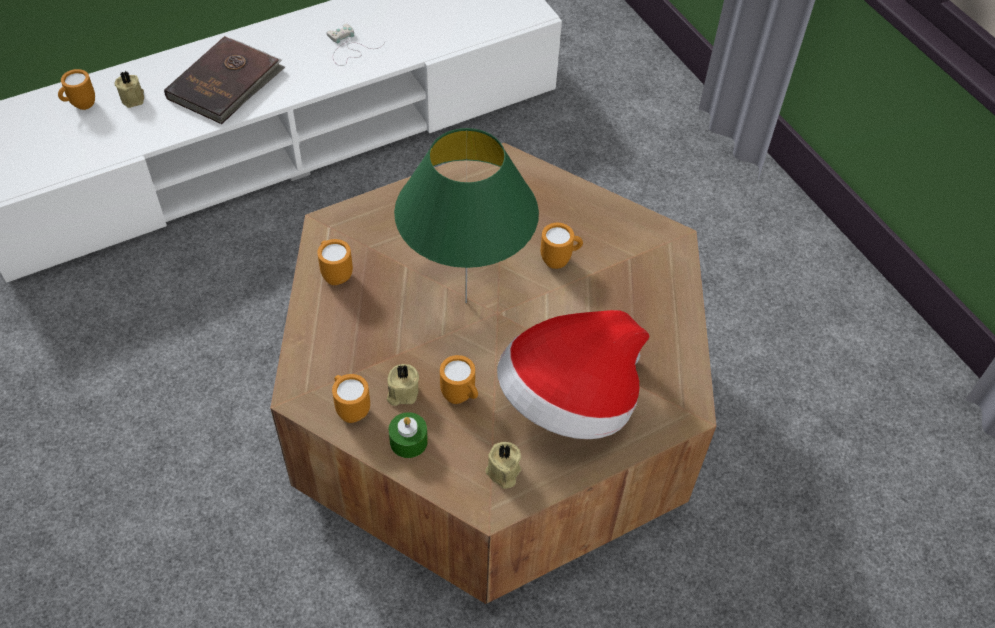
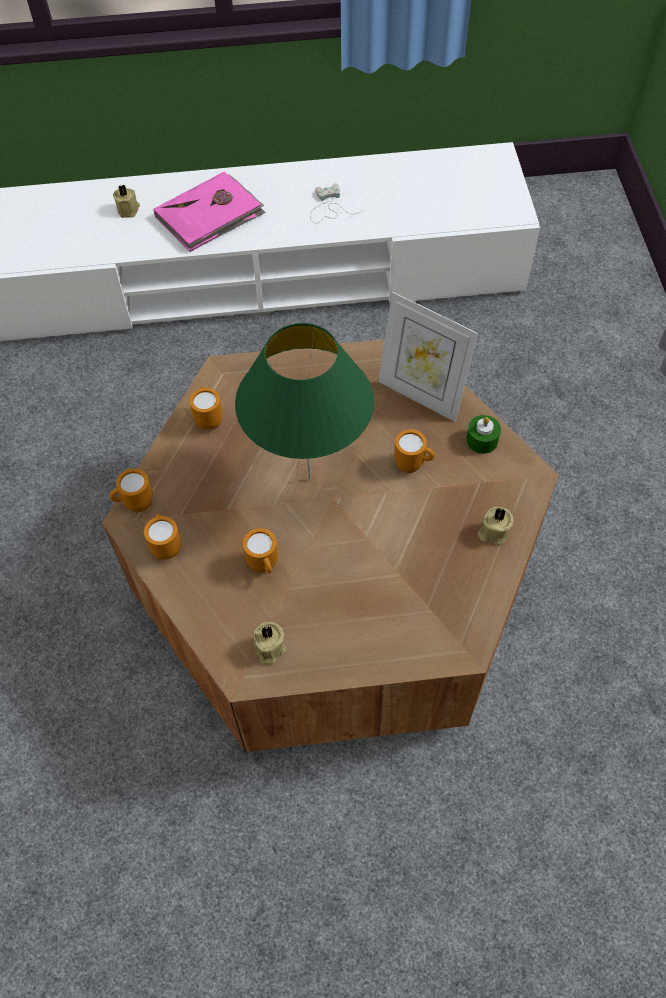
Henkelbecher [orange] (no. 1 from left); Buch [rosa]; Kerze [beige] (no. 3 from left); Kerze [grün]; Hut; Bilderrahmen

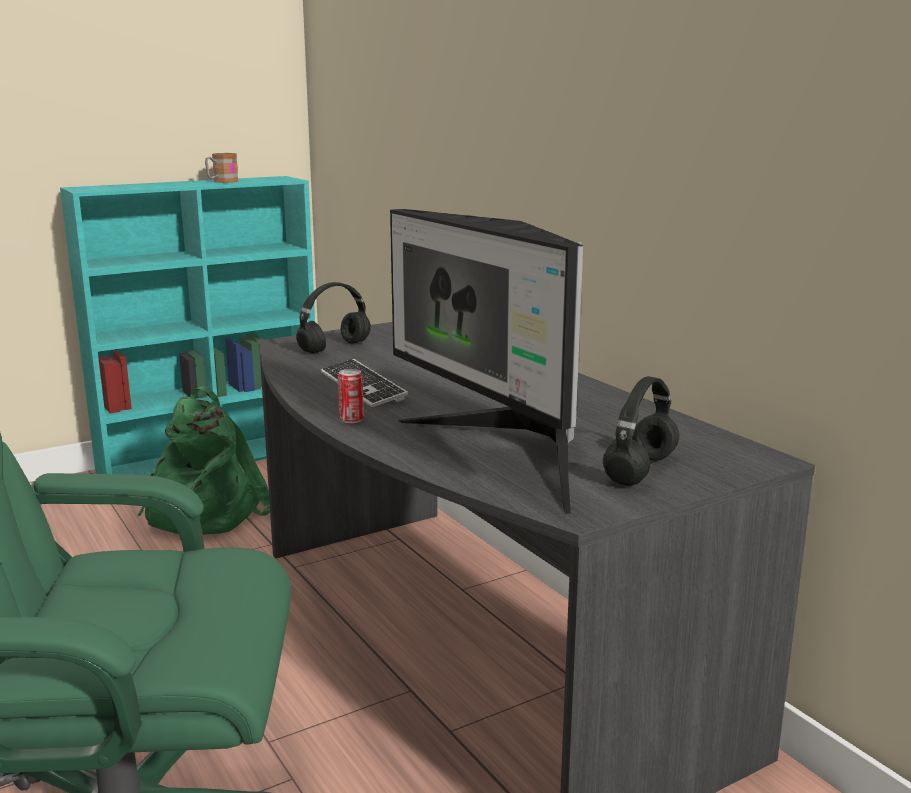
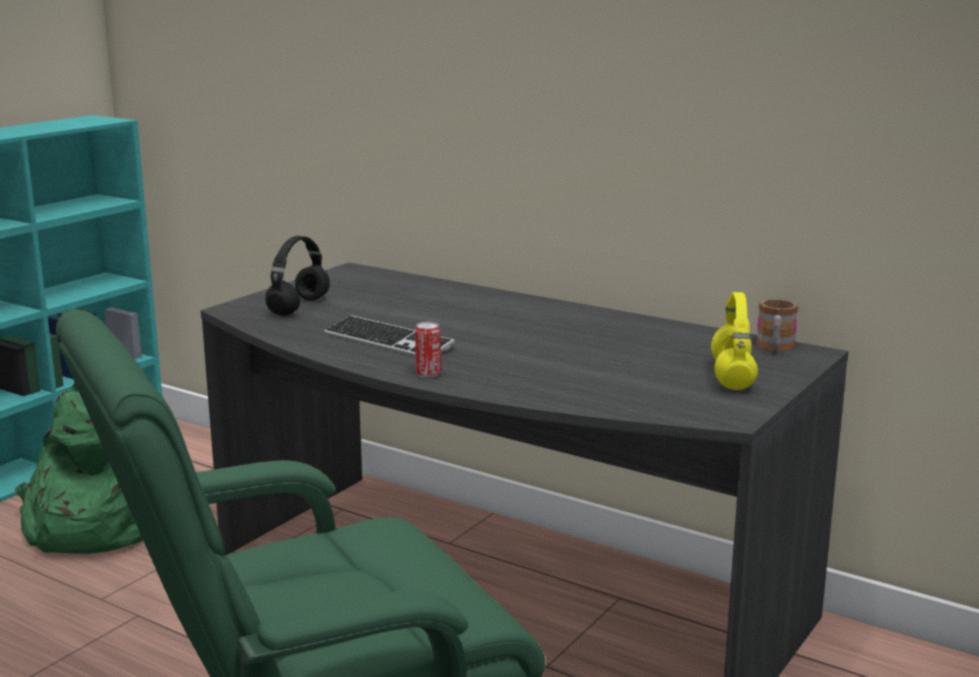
Henkelbecher; Monitor; Kopfhörer [gelb]

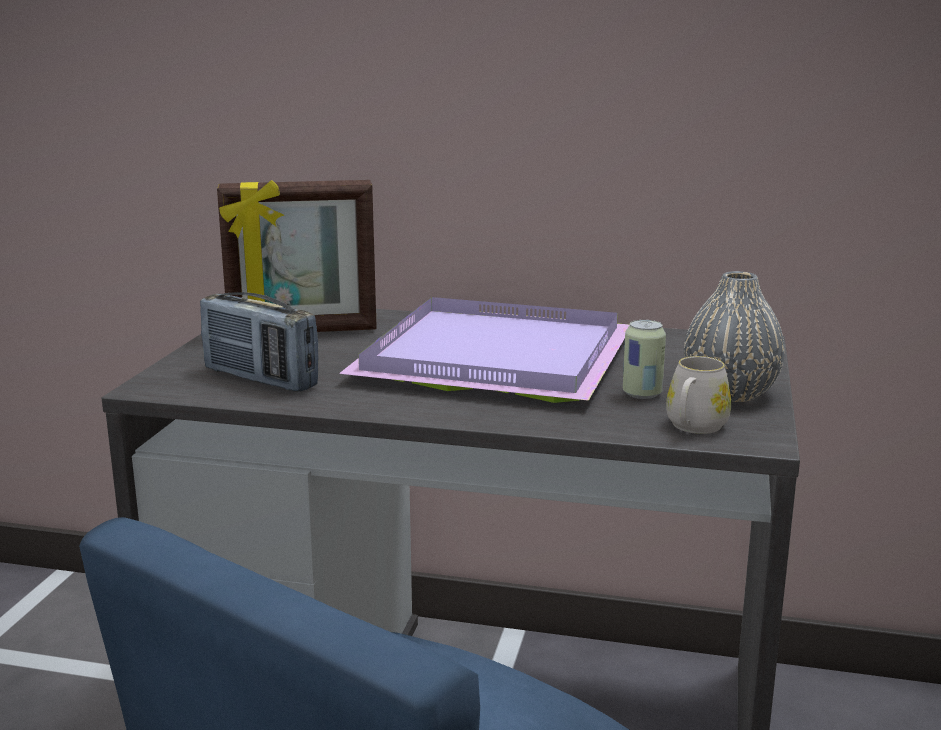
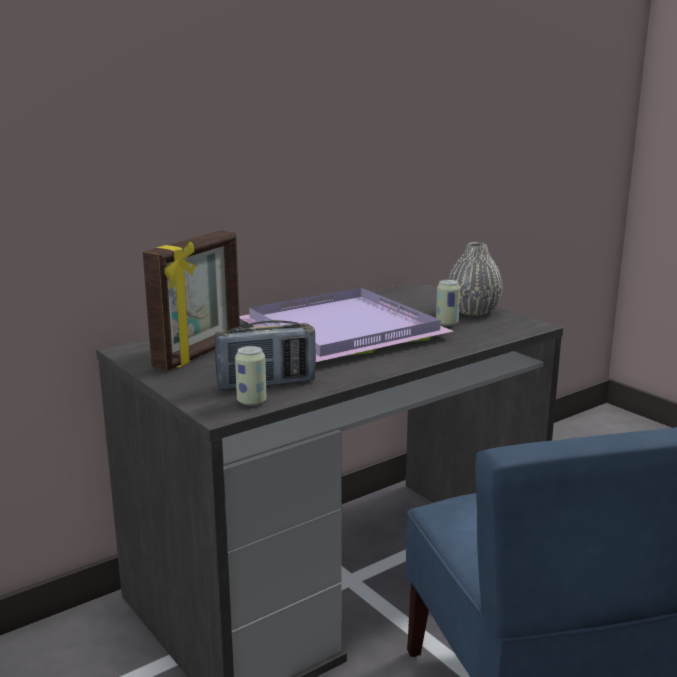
Henkelbecher [weiß]; Dose (no. 1 from left)

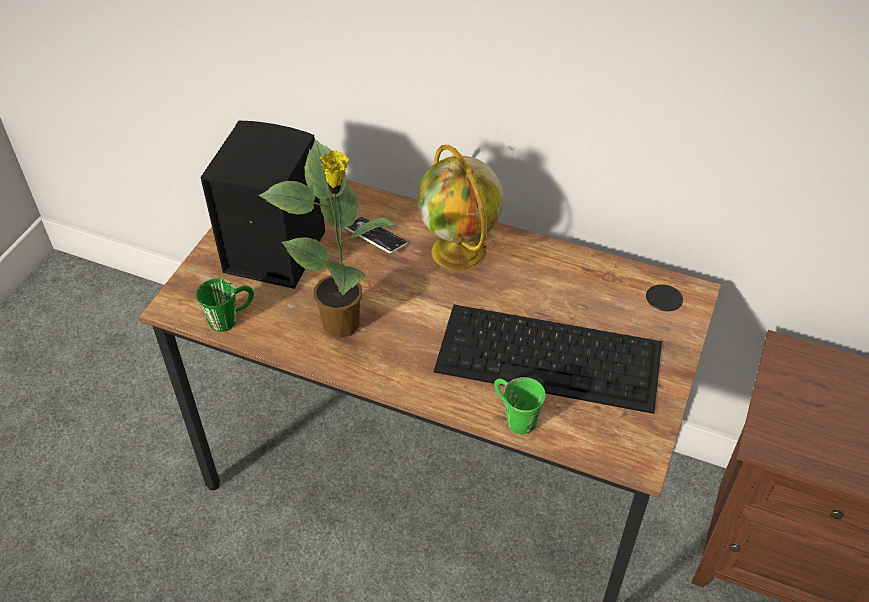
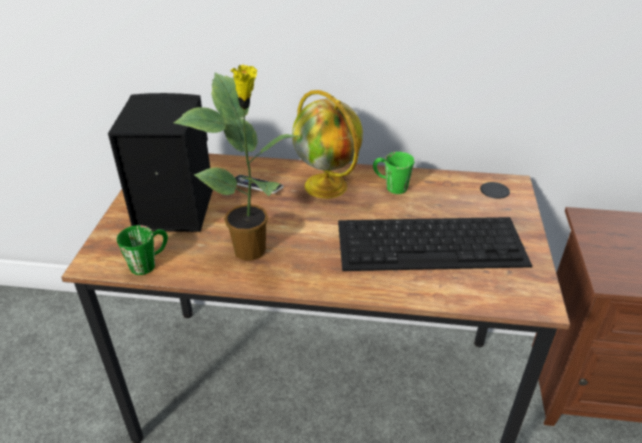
Henkelbecher [grün] (no. 2 from left)

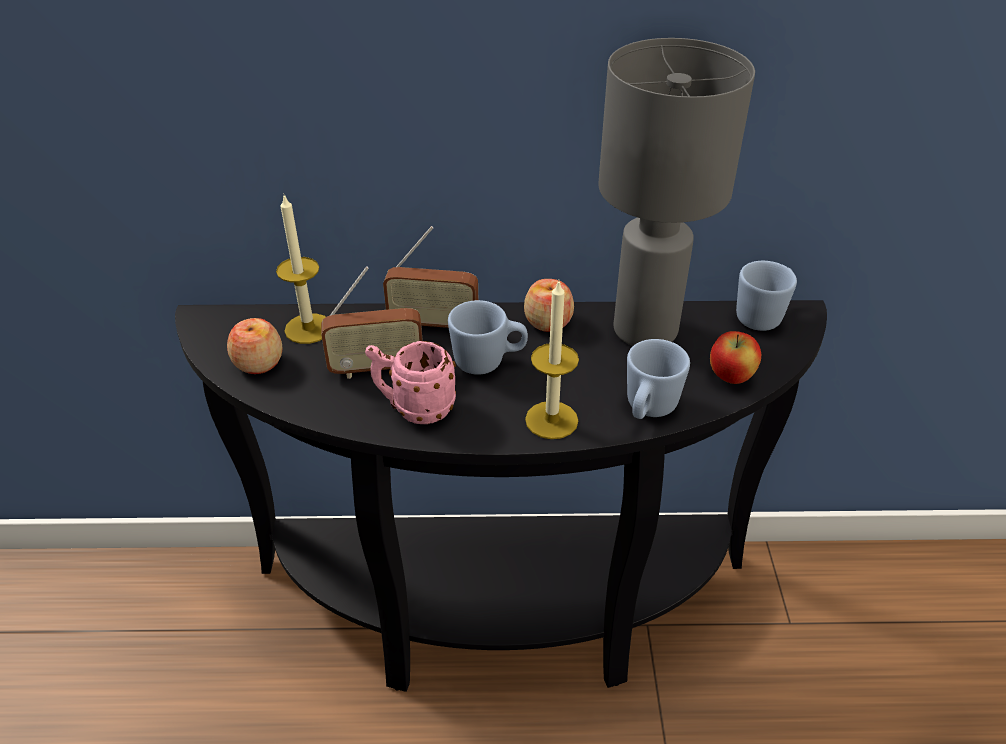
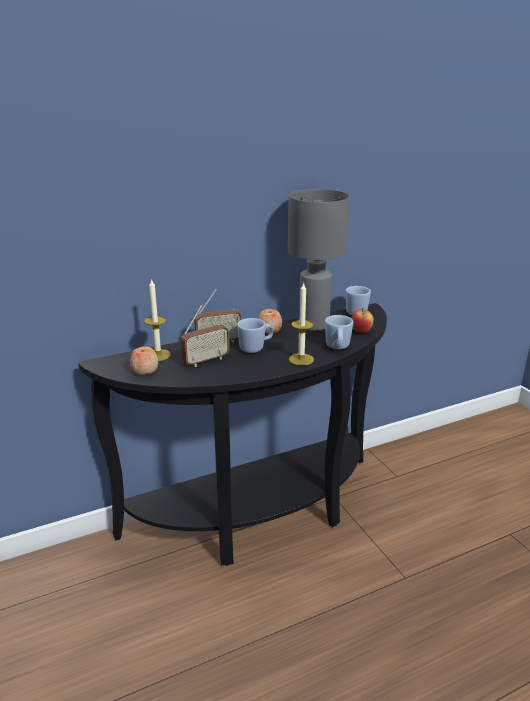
Henkelbecher [rosa]

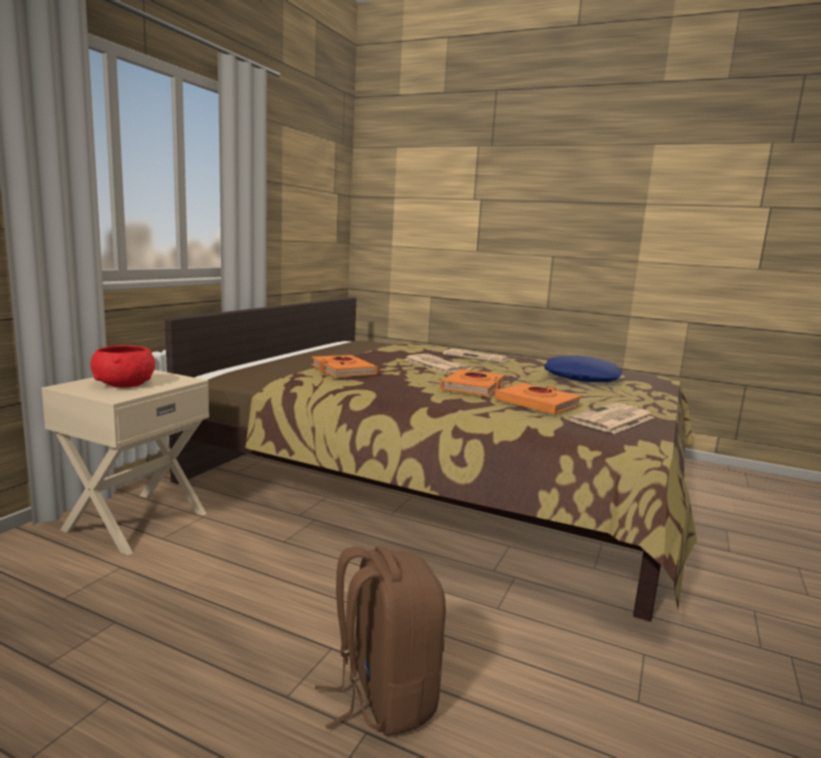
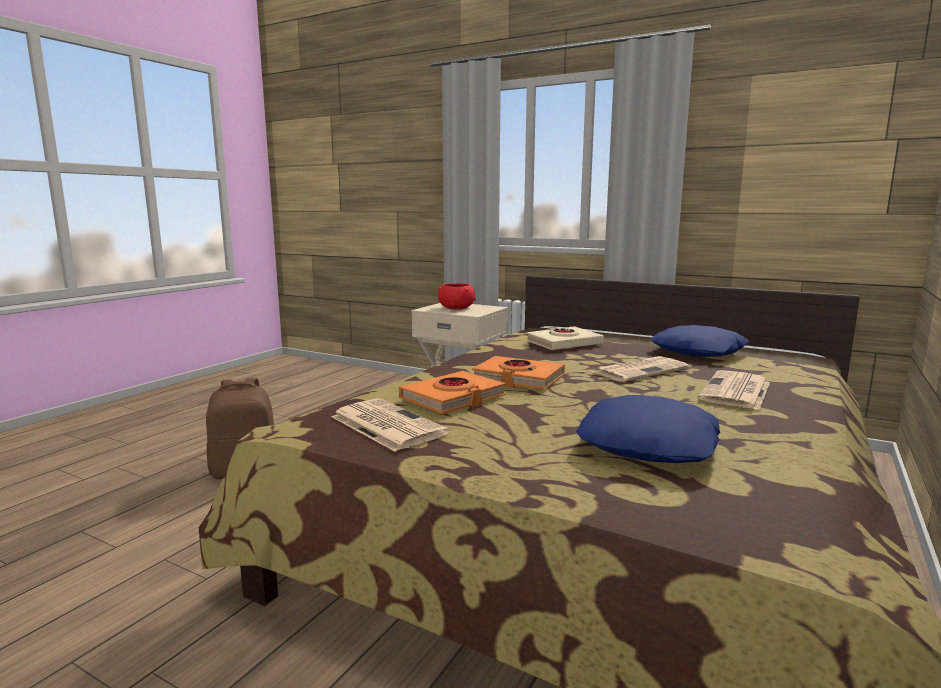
Buch [beige]; Kissen [blau] (no. 2 from left)

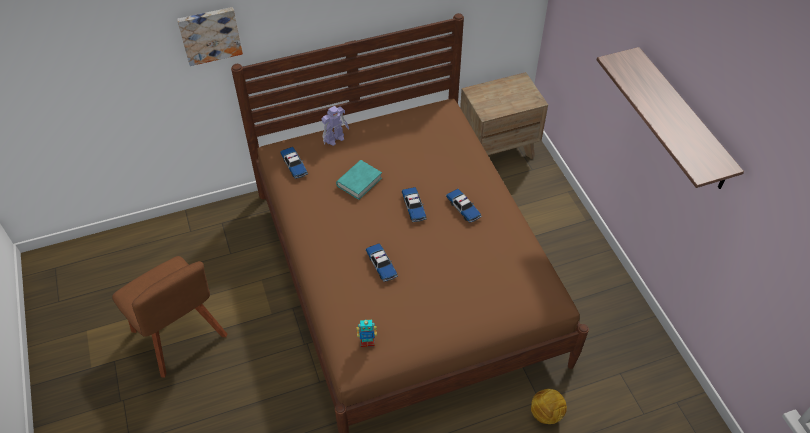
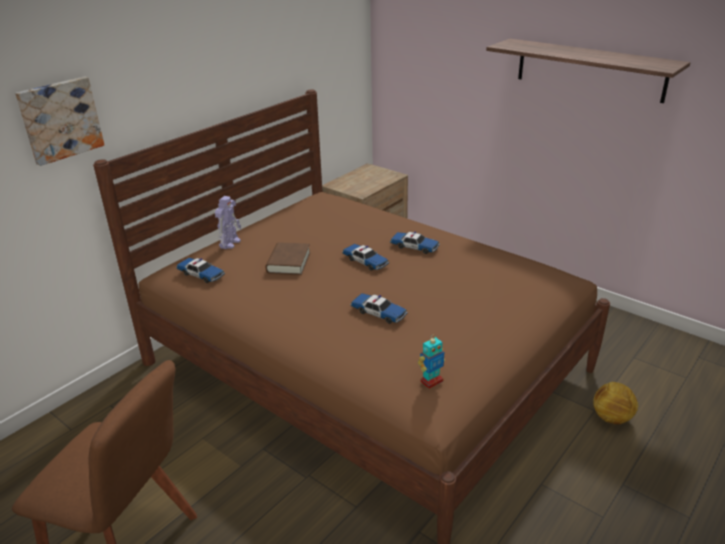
Buch [braun]

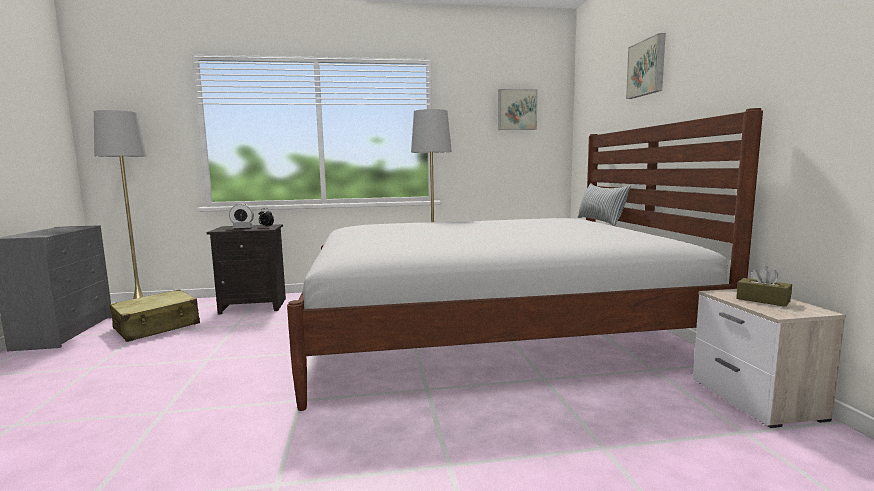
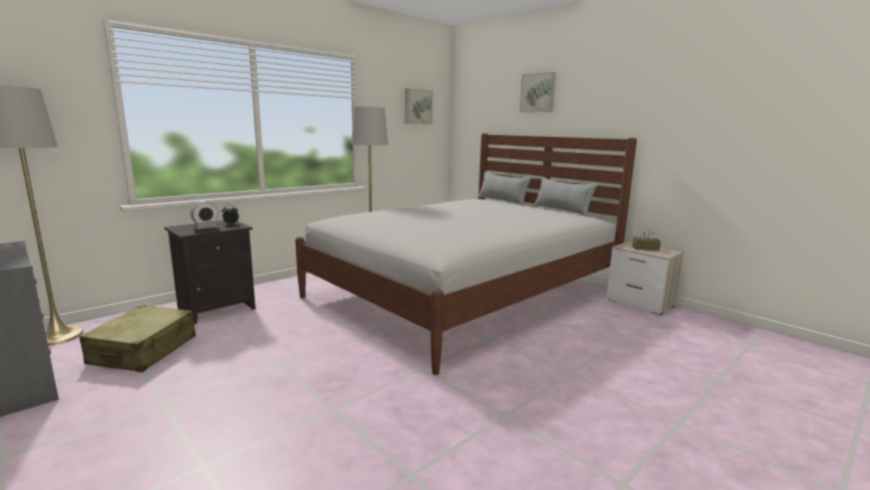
Kissen (no. 2 from left)

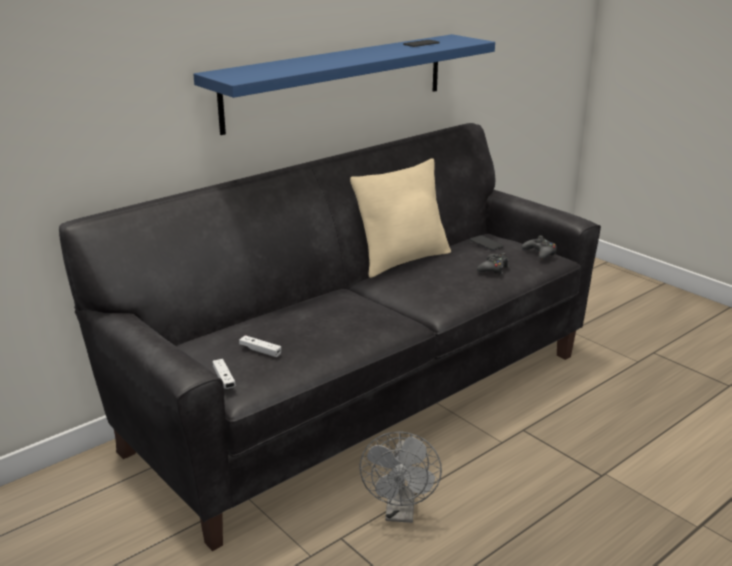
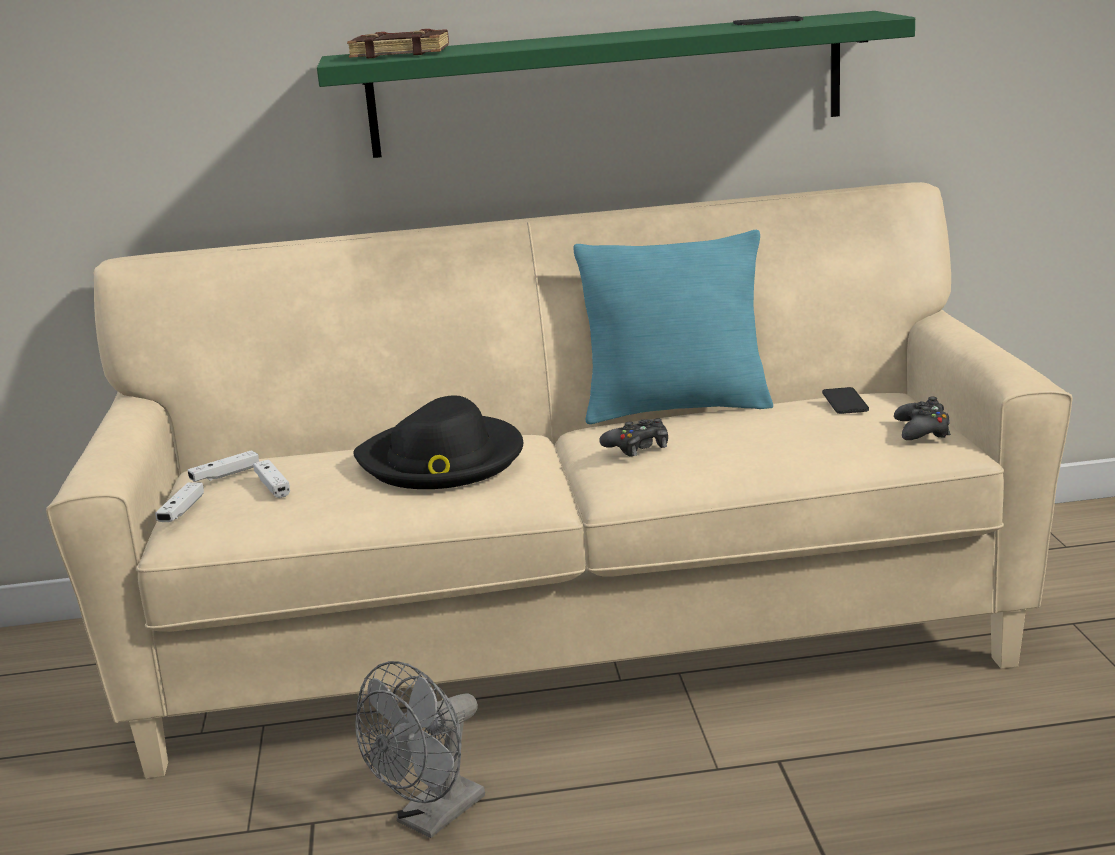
Sofa [beige]; Wandregal [grün]; Kissen [türkis]; Gamepad [schwarz] (no. 1 from left); Gamepad [weiß] (no. 2 from left); Buch [braun]; Hut [schwarz]

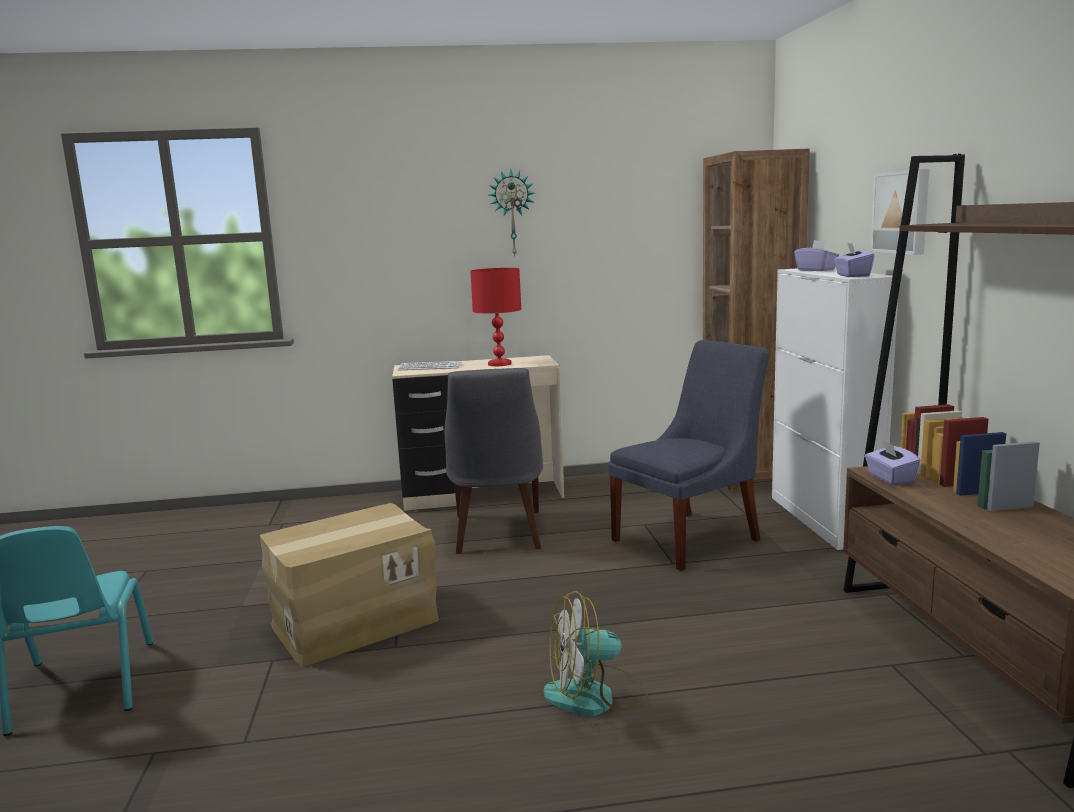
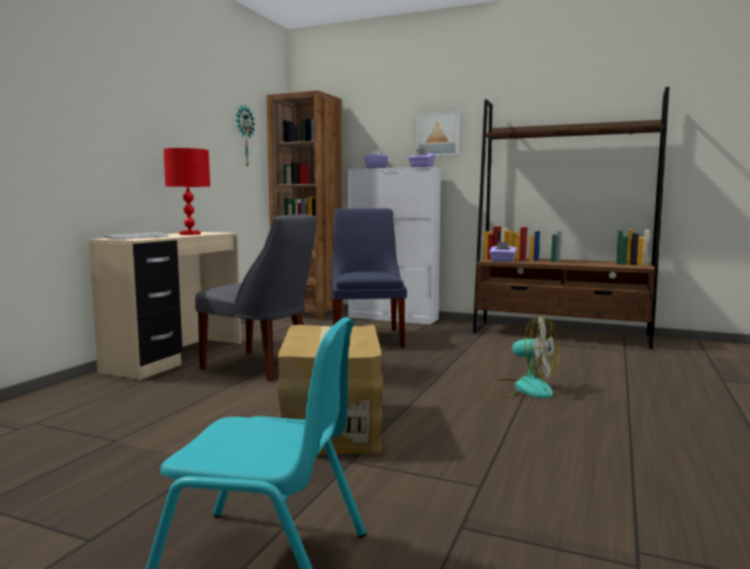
Wanduhr; Ventilator

